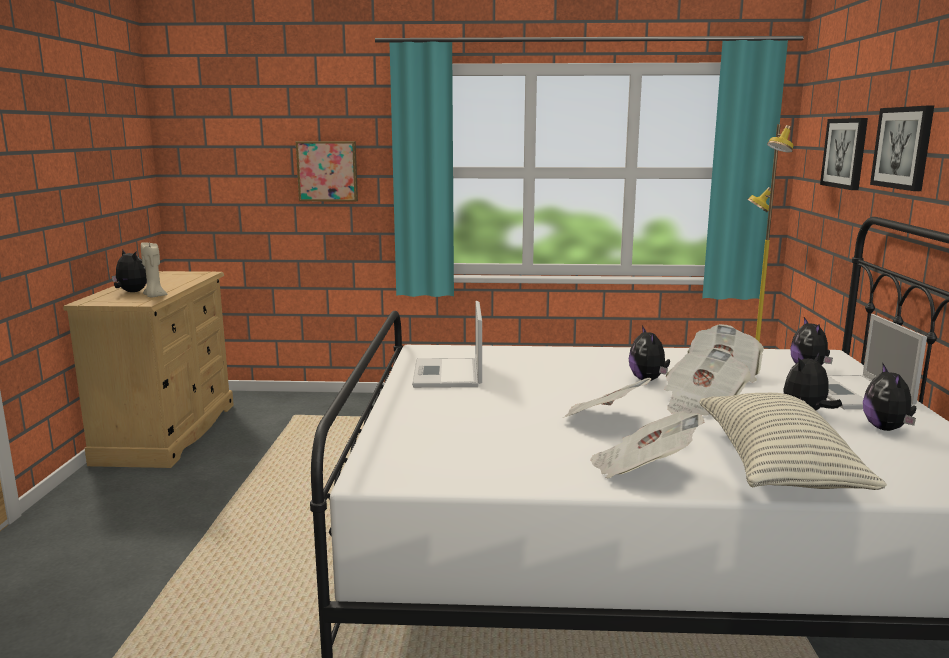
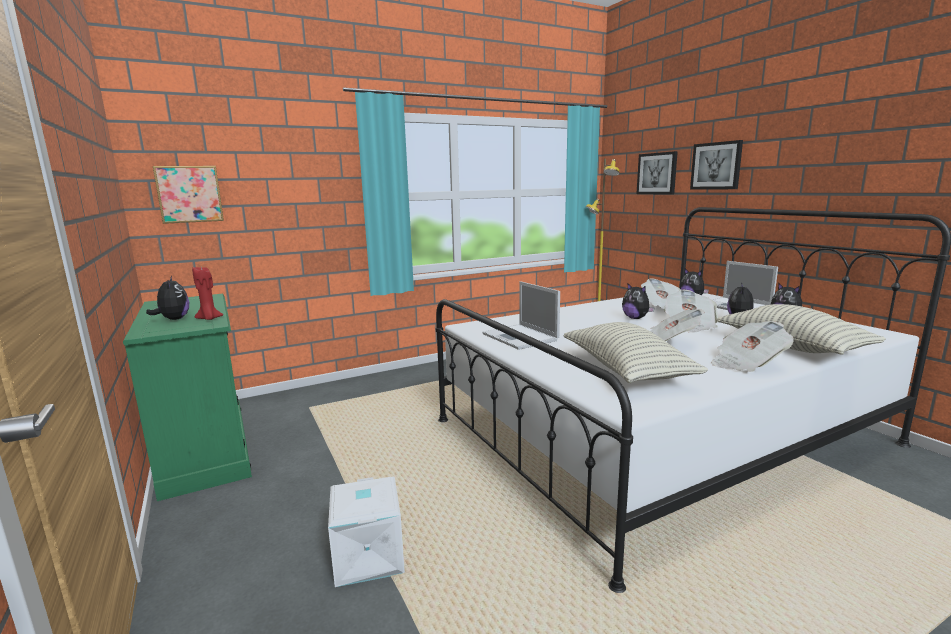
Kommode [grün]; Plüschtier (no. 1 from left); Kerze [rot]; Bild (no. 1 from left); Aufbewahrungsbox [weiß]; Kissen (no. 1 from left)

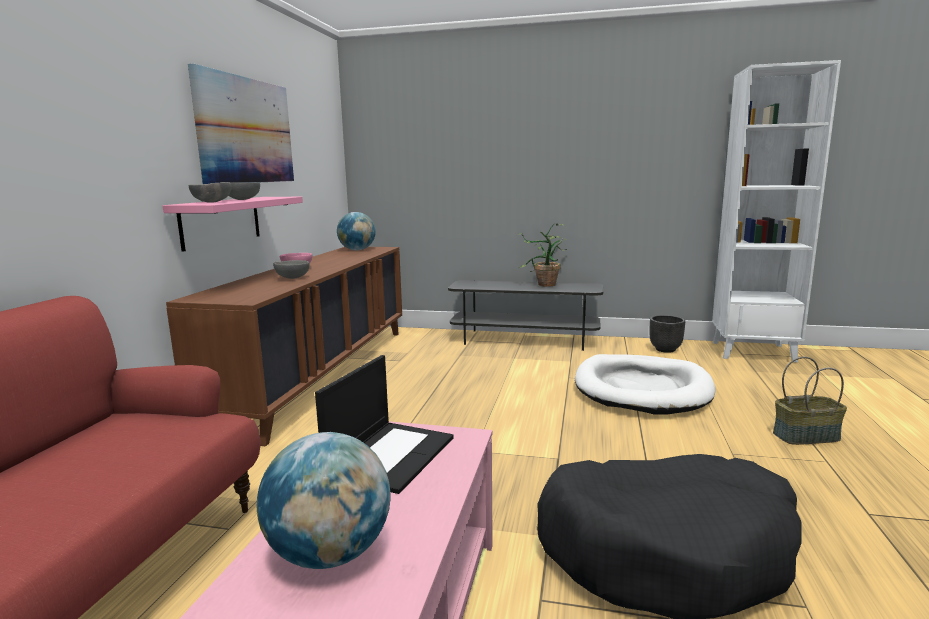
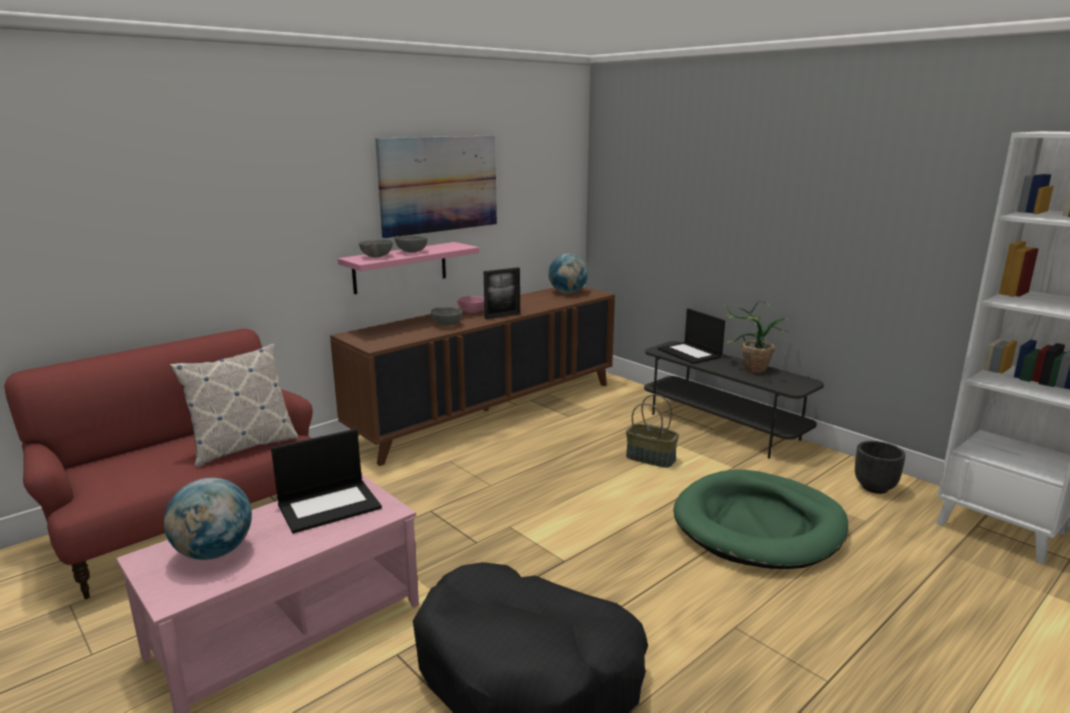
Hundebett [grün]; Korb; Kissen; Bilderrahmen; Laptop (no. 2 from left)

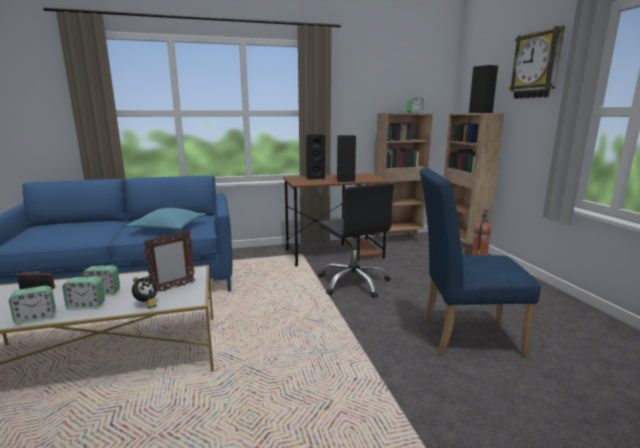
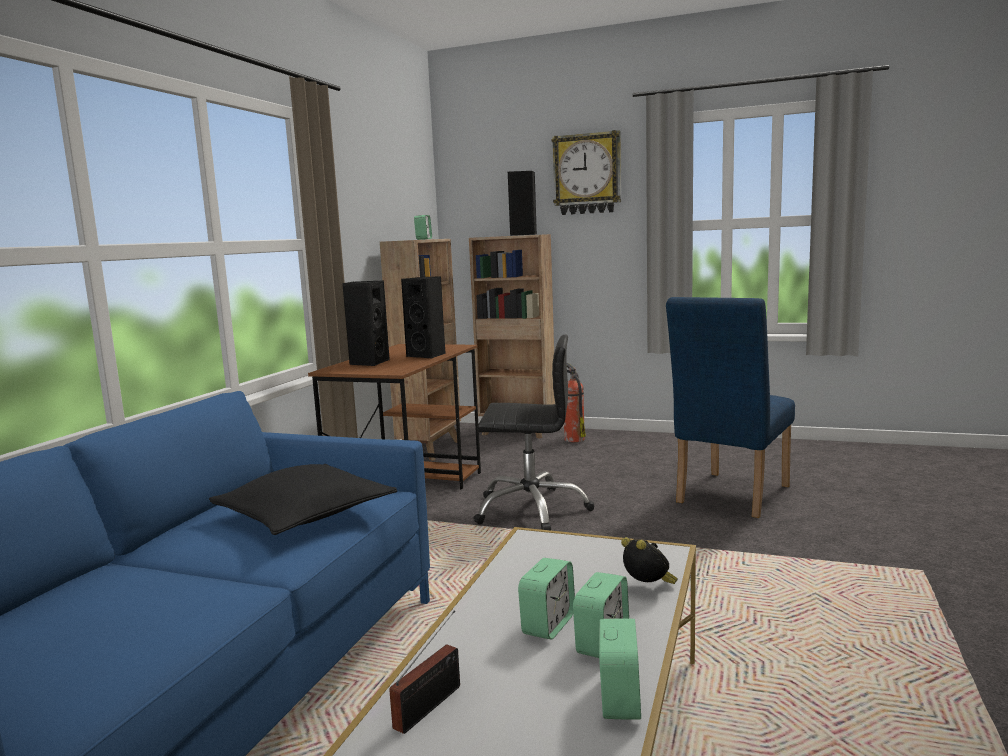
Kissen [schwarz]; Bilderrahmen

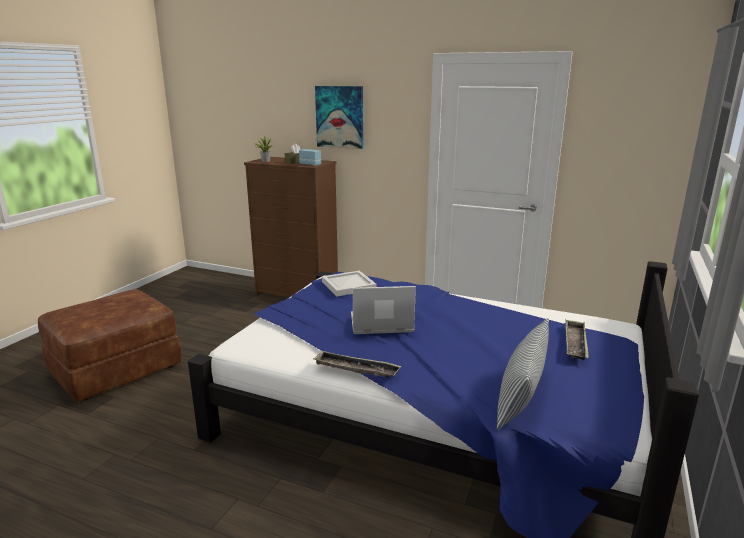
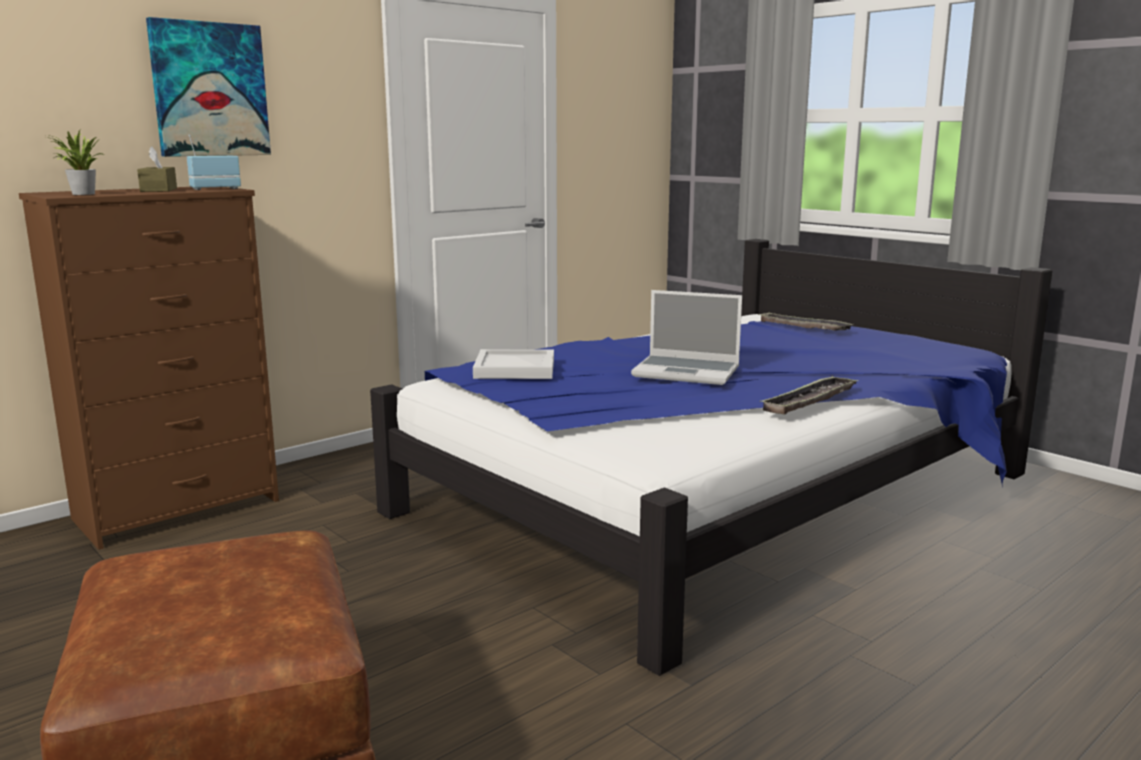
Laptop; Kissen

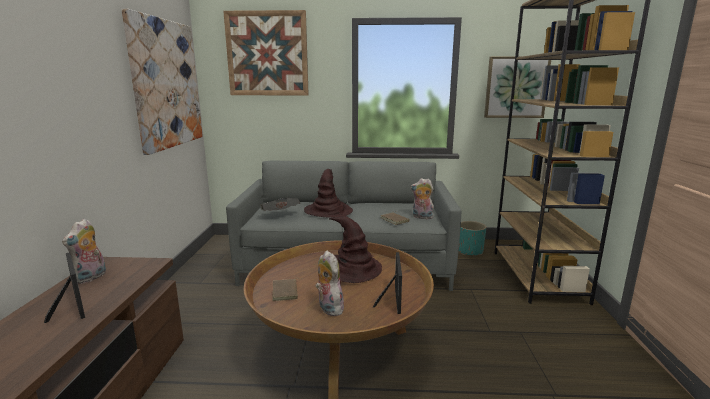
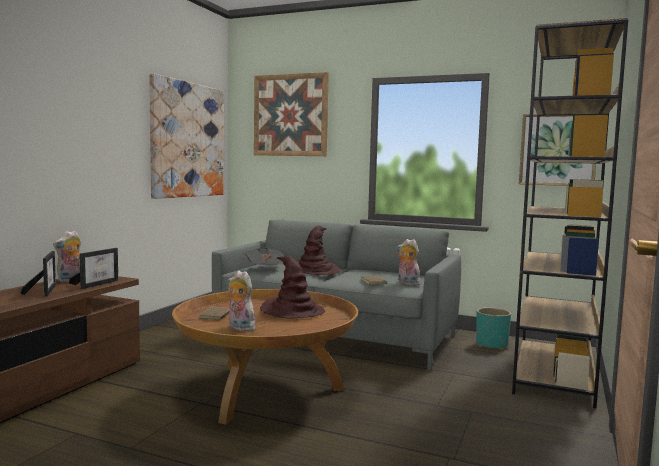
Plüschtier (no. 2 from left); Bilderrahmen (no. 2 from left)

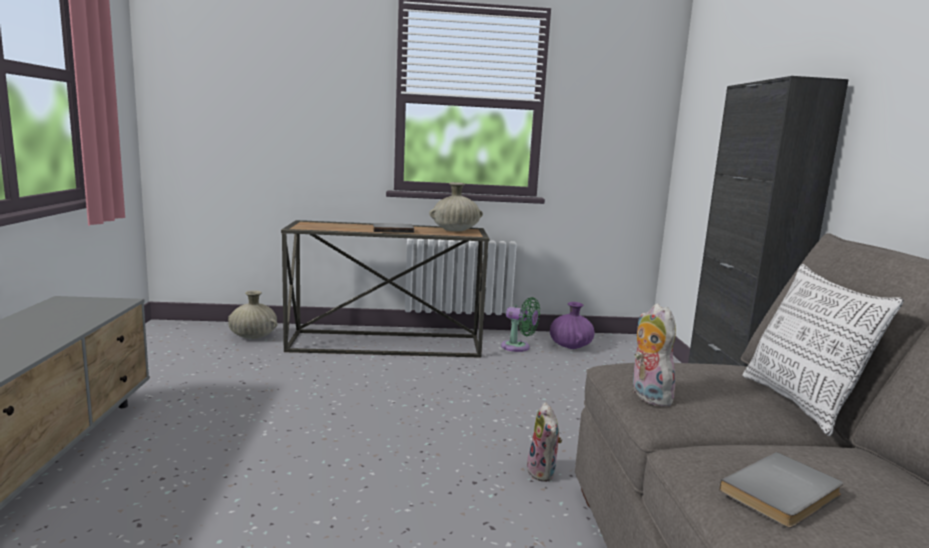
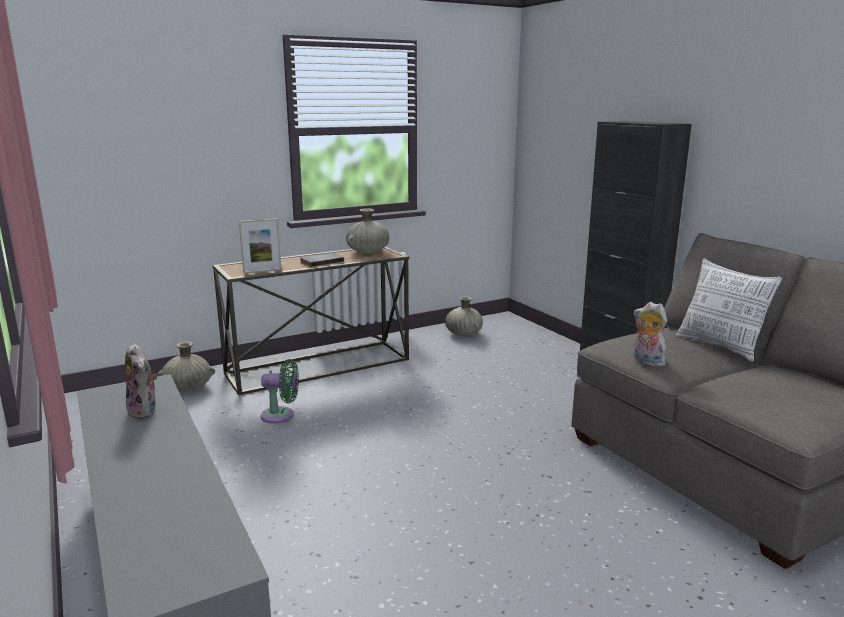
Ventilator [grün]; Plüschtier (no. 1 from left); Vase [beige] (no. 3 from left); Buch [grau] (no. 2 from left in the first image); Bilderrahmen

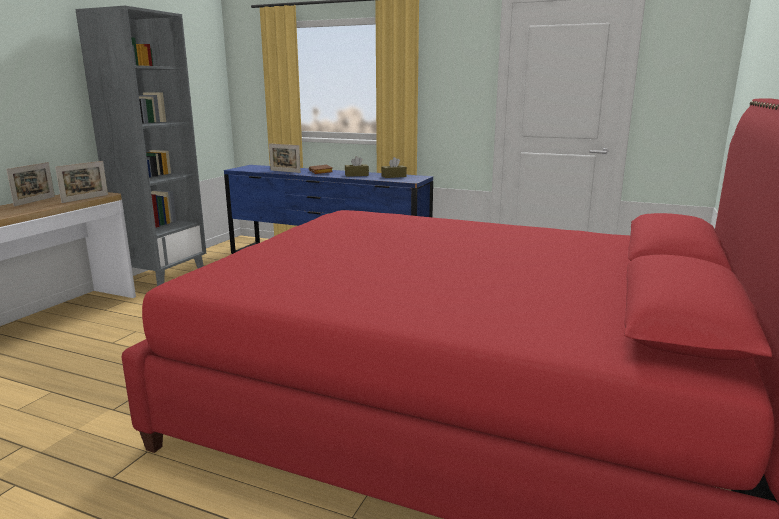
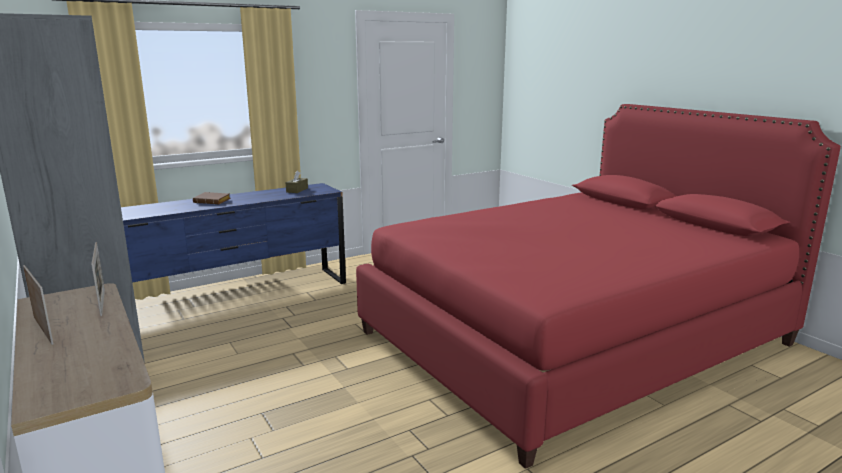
Bilderrahmen (no. 3 from left in the first image); Taschentuchbox [braun] (no. 1 from left in the first image)

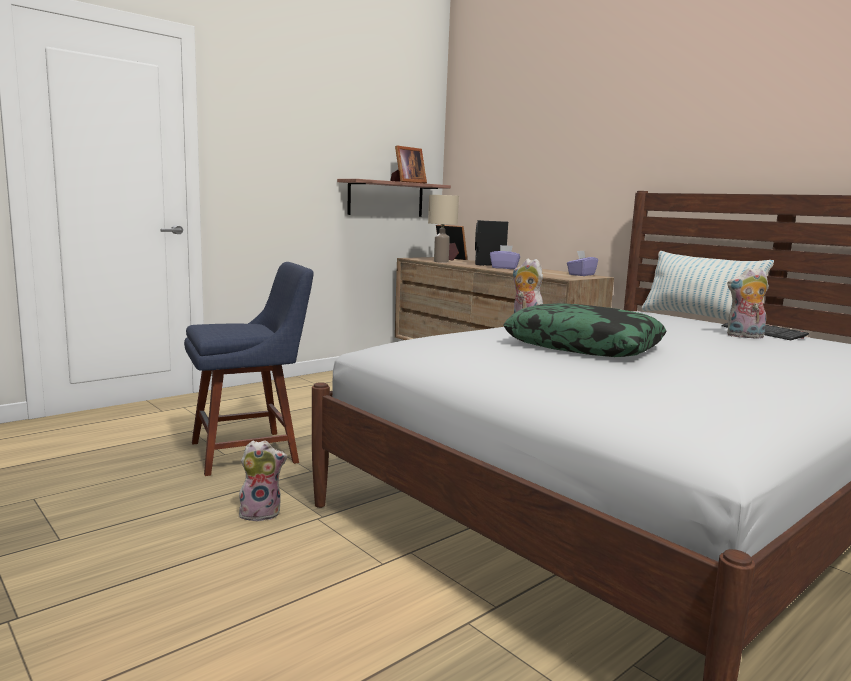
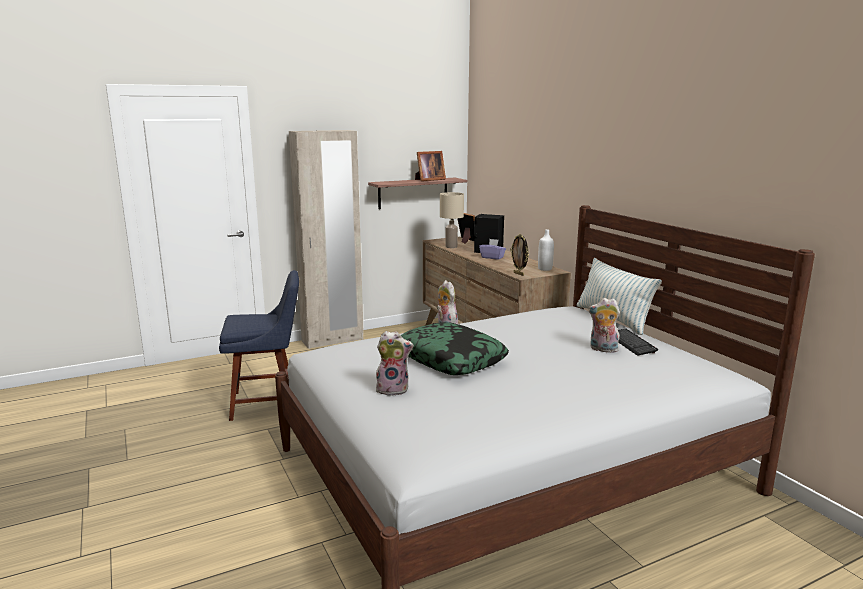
Plüschtier (no. 1 from left); Flasche [weiß]; Kleiderschrank [beige]; Bilderrahmen (no. 3 from left)

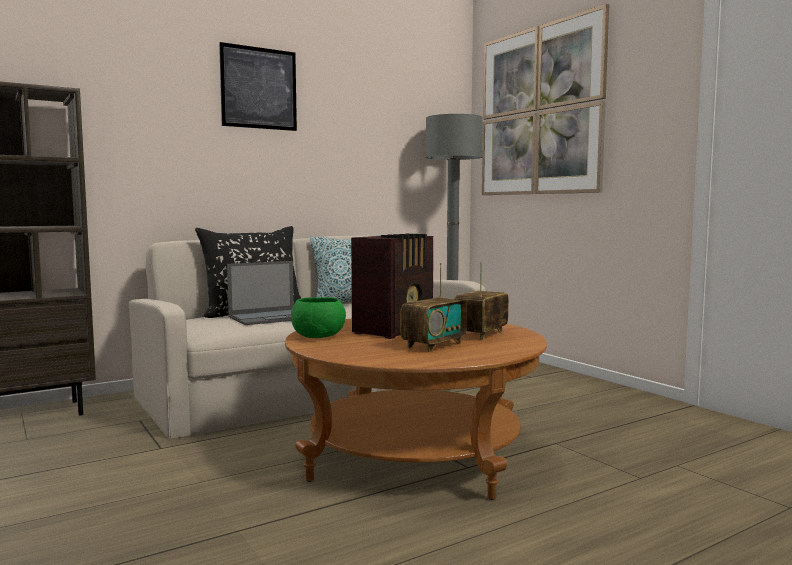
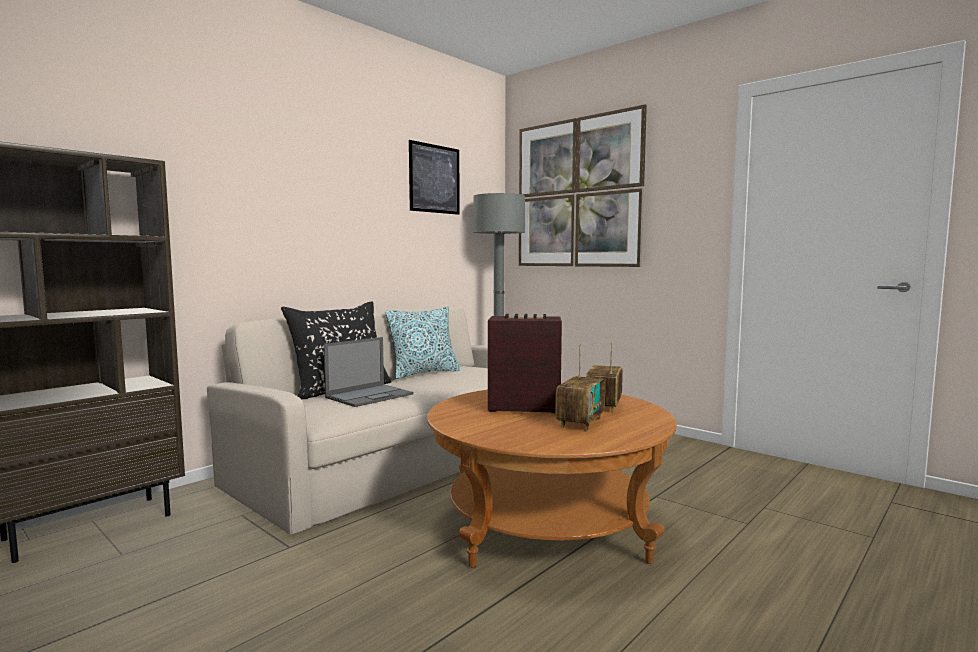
Bild (no. 1 from left); Schüssel [grün]; Radio (no. 1 from left)

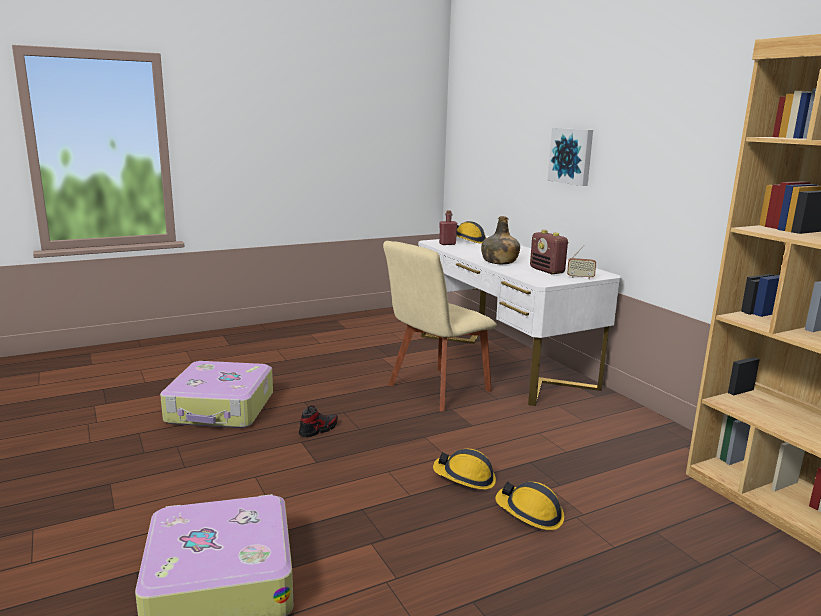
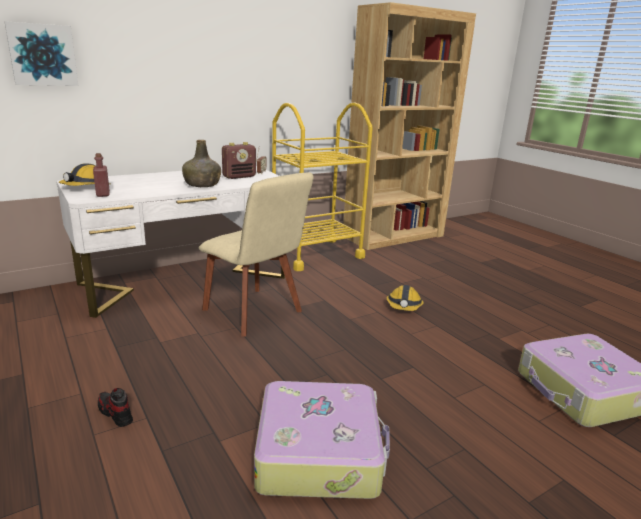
Schuh; Schutzhelm (no. 3 from left in the first image); Bild; Rollwagen [gelb]

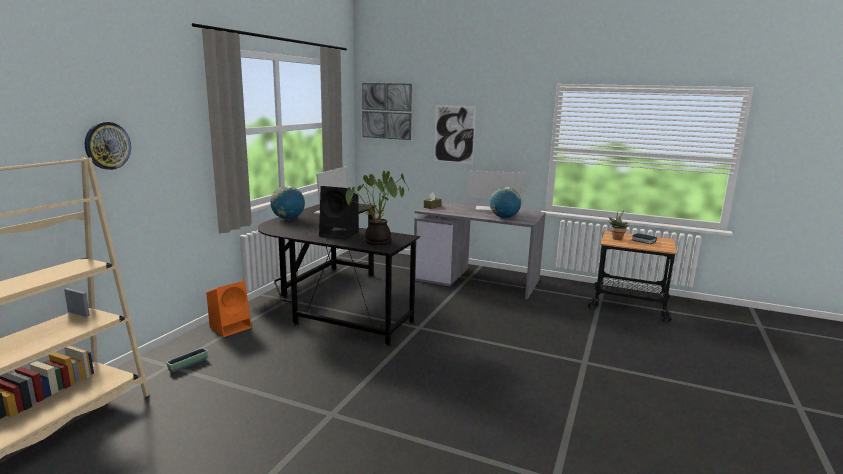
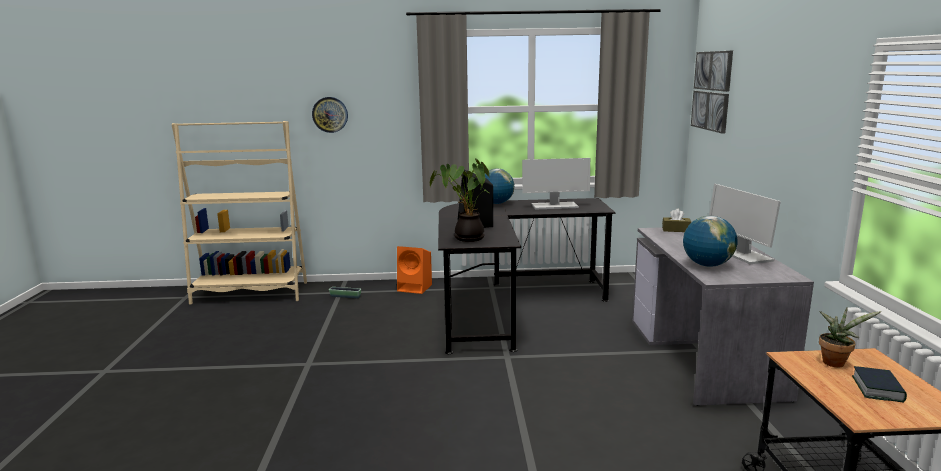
Bild (no. 2 from left in the first image)

